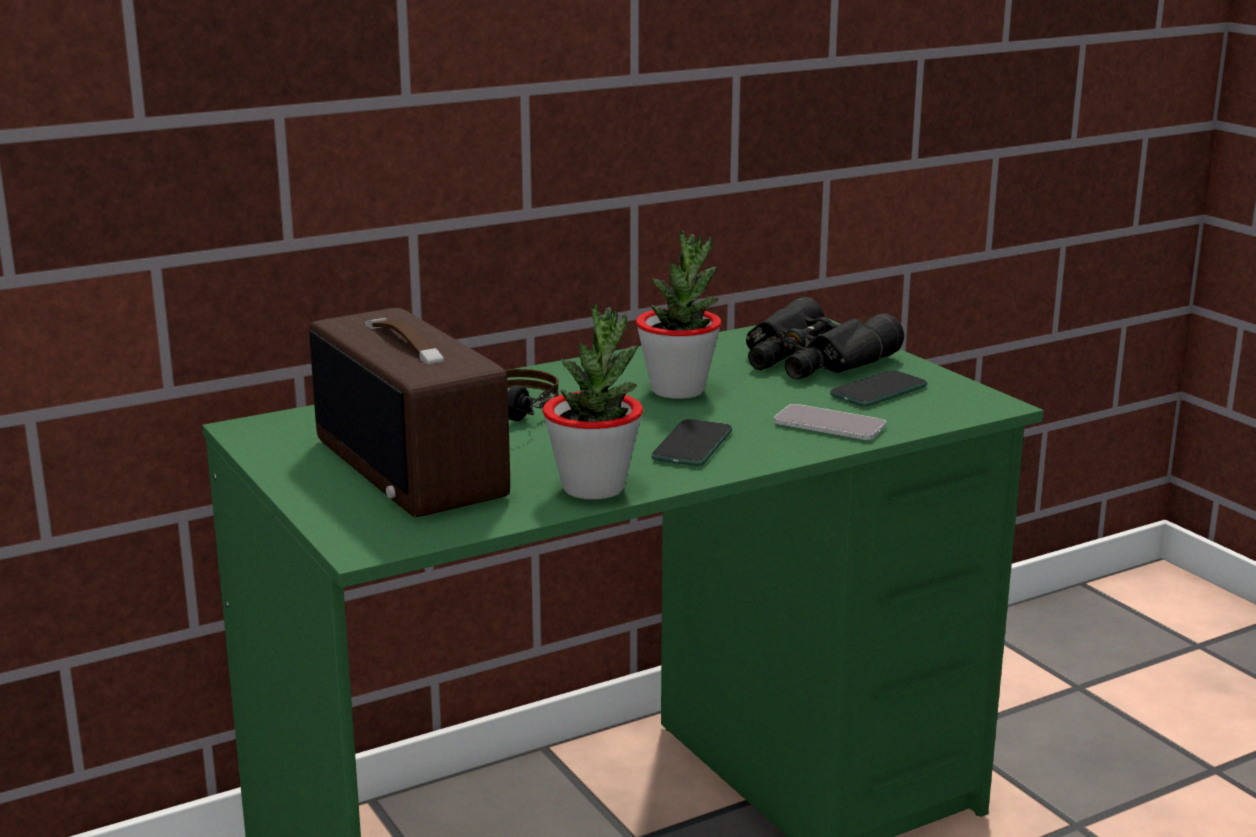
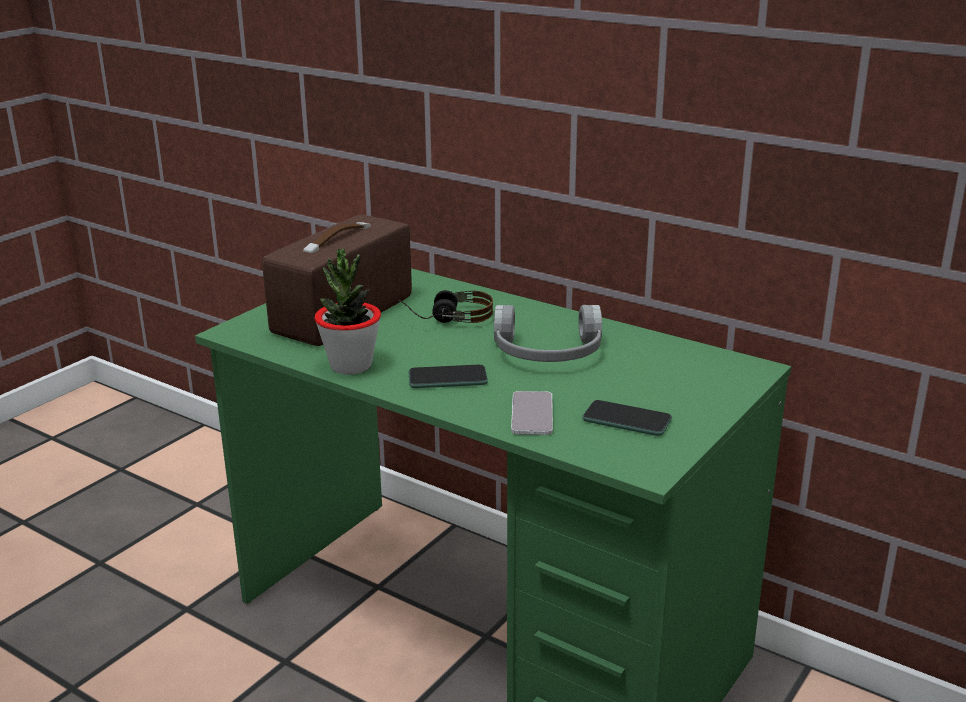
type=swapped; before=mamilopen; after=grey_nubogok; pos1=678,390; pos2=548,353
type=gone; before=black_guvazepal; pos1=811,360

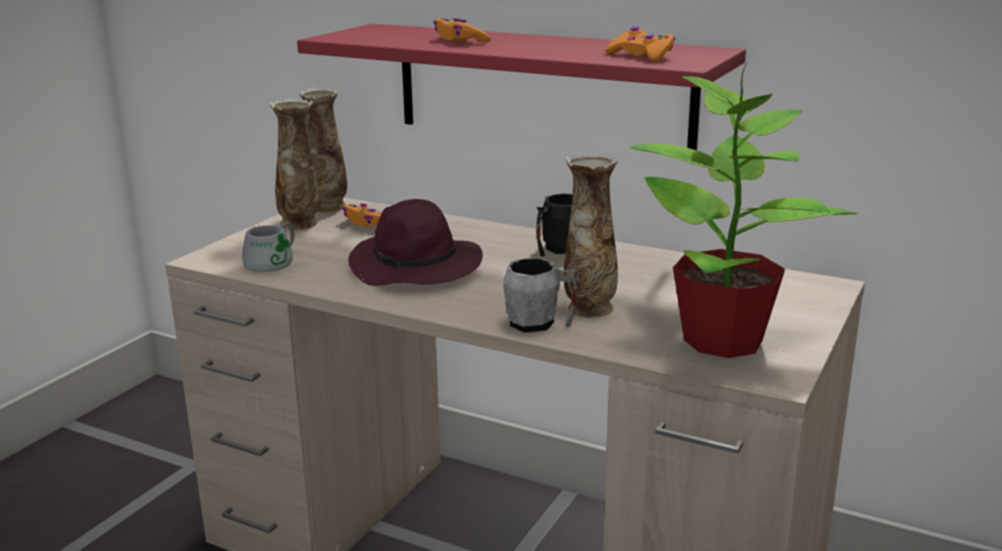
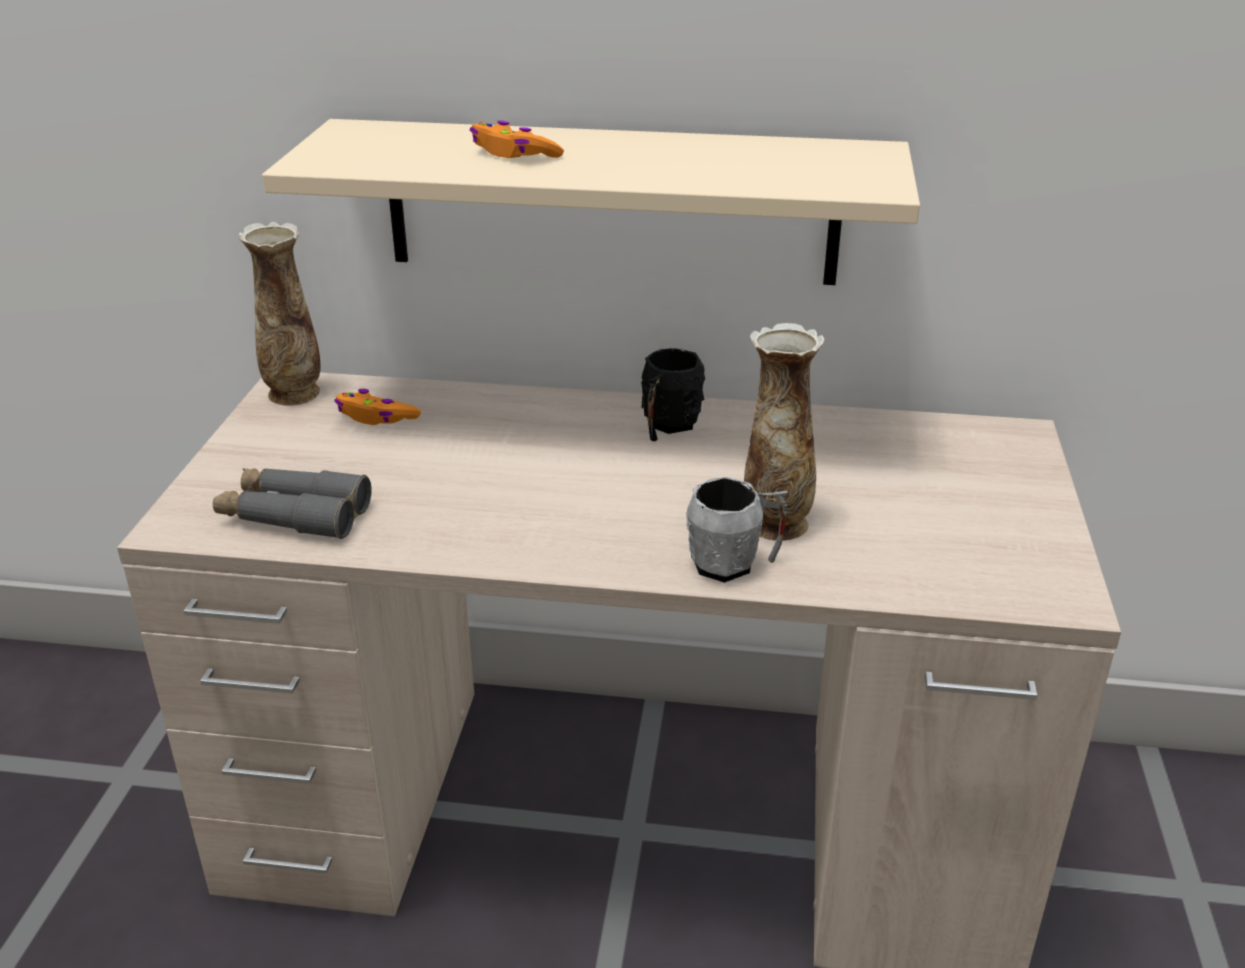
type=repainted; before=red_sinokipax; after=beige_sinokipax; pos1=541,88; pos2=611,202
type=gone; before=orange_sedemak; pos1=641,55
type=gone; before=mamilopen; pos1=725,341
type=gone; before=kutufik; pos1=300,224
type=gone; before=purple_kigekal; pos1=417,268
type=swapped; before=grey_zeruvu; after=grey_guvazepal; pos1=277,262; pos2=294,515

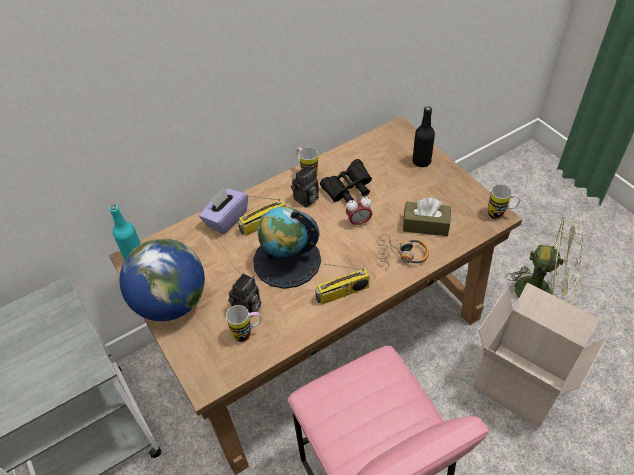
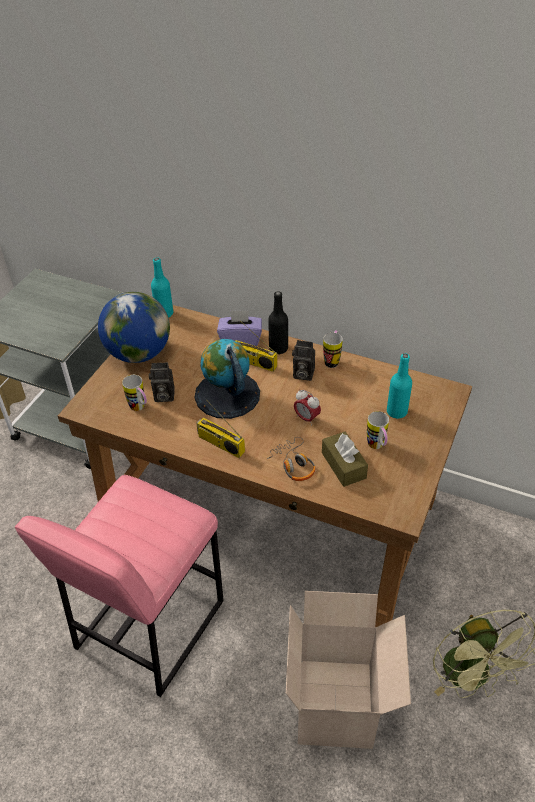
type=shifted; before=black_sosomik; pos1=421,161; pos2=278,348
type=gone; before=black_guvazepal; pos1=348,191
type=shifted; before=zeruvu; pos1=500,215; pos2=377,447
type=new; after=turquoise_sosomik; pos2=396,412

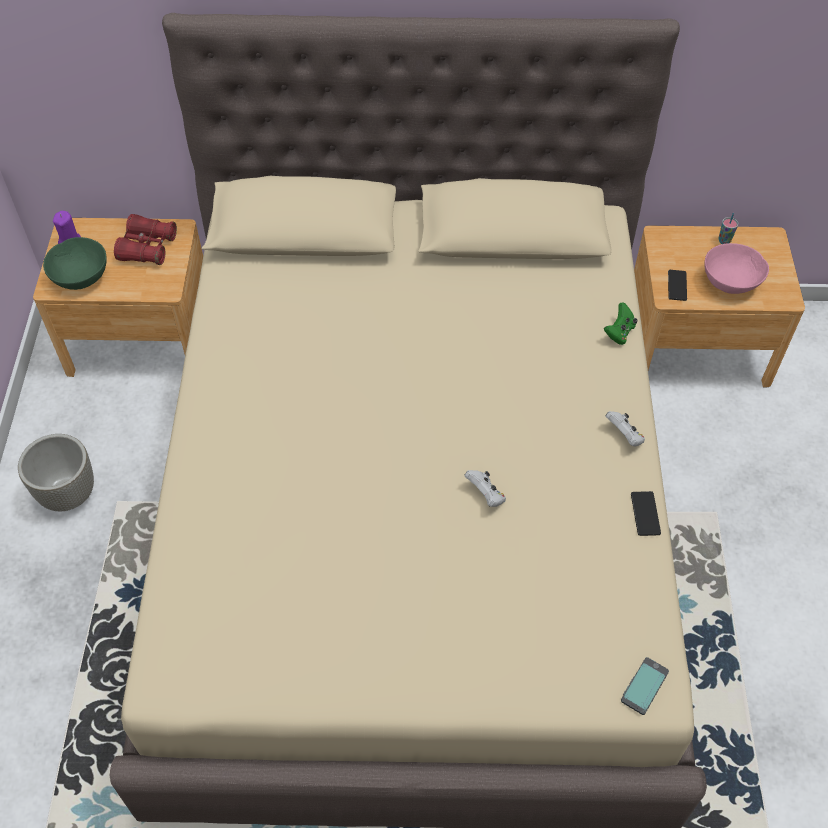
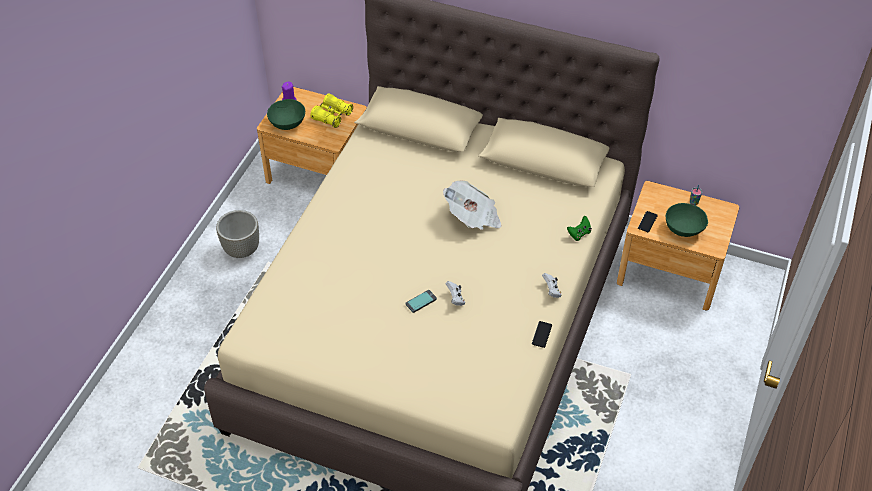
type=repainted; before=red_guvazepal; after=yellow_guvazepal; pos1=147,248; pos2=332,116
type=repainted; before=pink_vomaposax; after=green_vomaposax; pos1=730,282; pos2=683,229
type=shifted; before=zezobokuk; pos1=644,686; pos2=421,301
type=new; after=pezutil; pos2=473,217

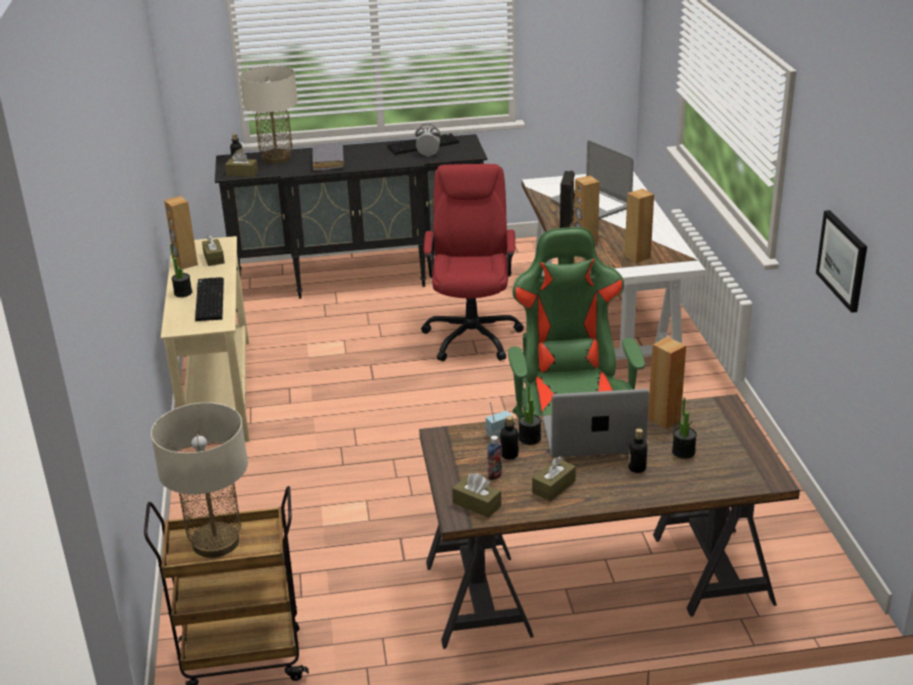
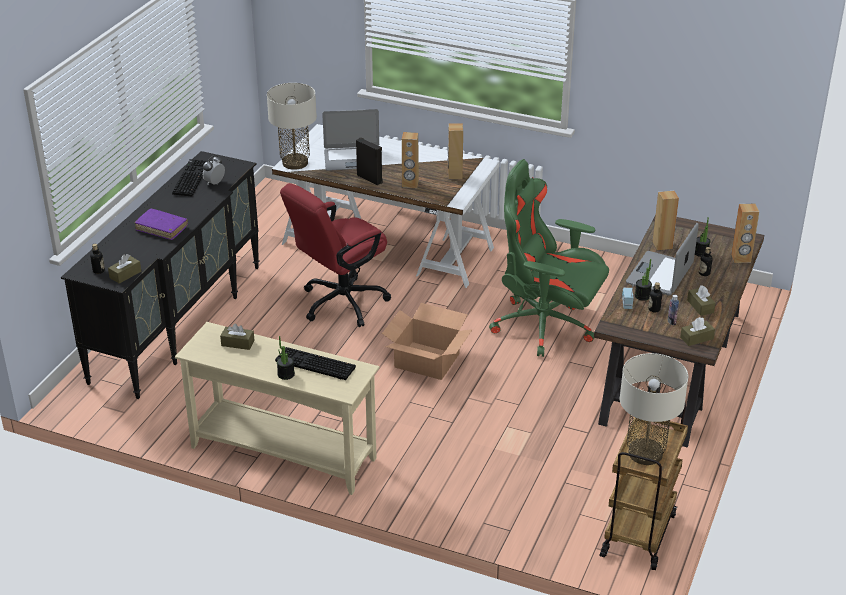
type=shifted; before=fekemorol; pos1=276,158; pos2=295,163
type=repainted; before=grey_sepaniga; after=purple_sepaniga; pos1=328,162; pos2=162,228
type=rotated; before=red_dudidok; pos1=472,336; pos2=340,305; turn=-75
type=shifted; before=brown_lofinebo; pos1=185,264; pos2=741,258
type=gone; before=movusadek; pos1=843,260
type=new; after=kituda; pos2=427,360

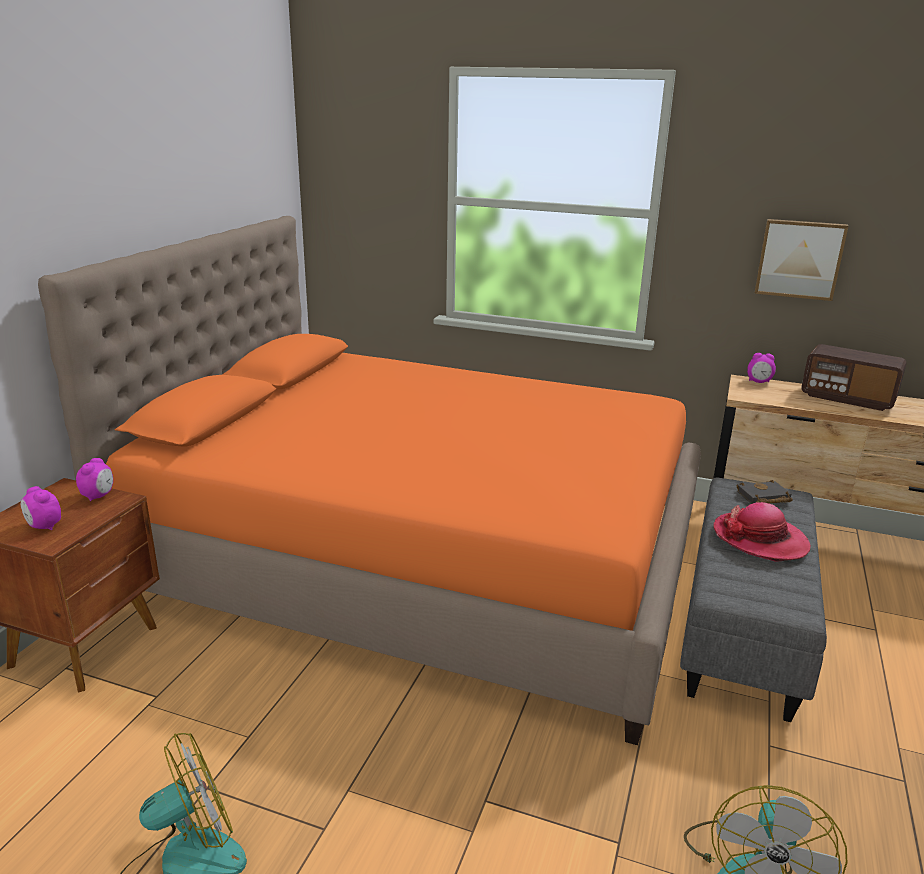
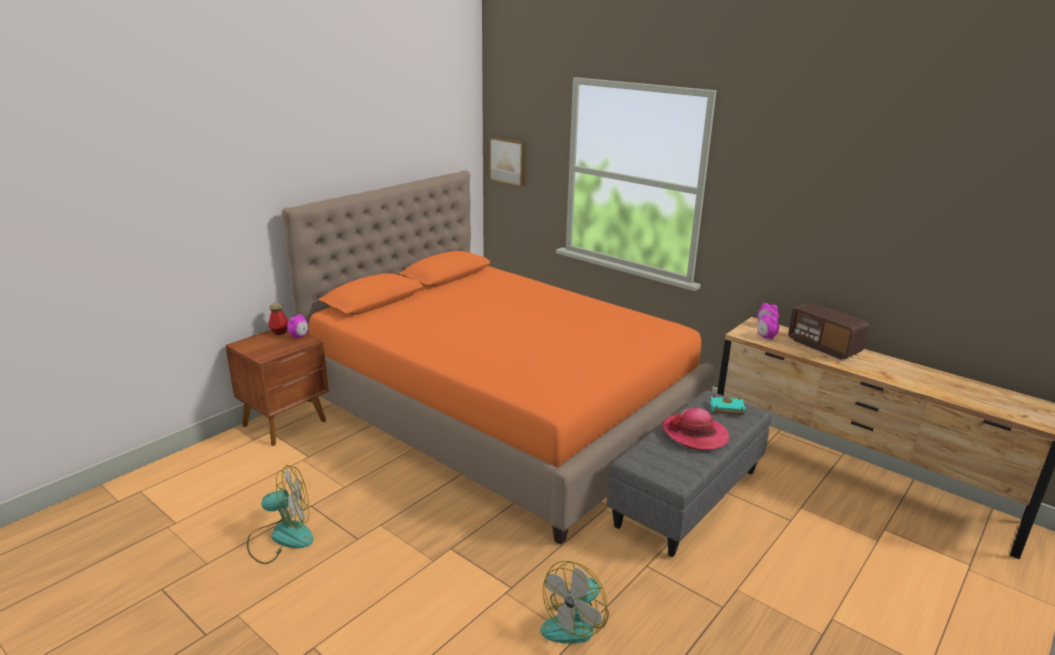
type=shifted; before=movusadek; pos1=799,259; pos2=508,161
type=repainted; before=black_sepaniga; after=turquoise_sepaniga; pos1=763,498; pos2=726,409
type=shifted; before=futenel; pos1=44,526; pos2=766,337
type=new; after=sosomik; pos2=279,332

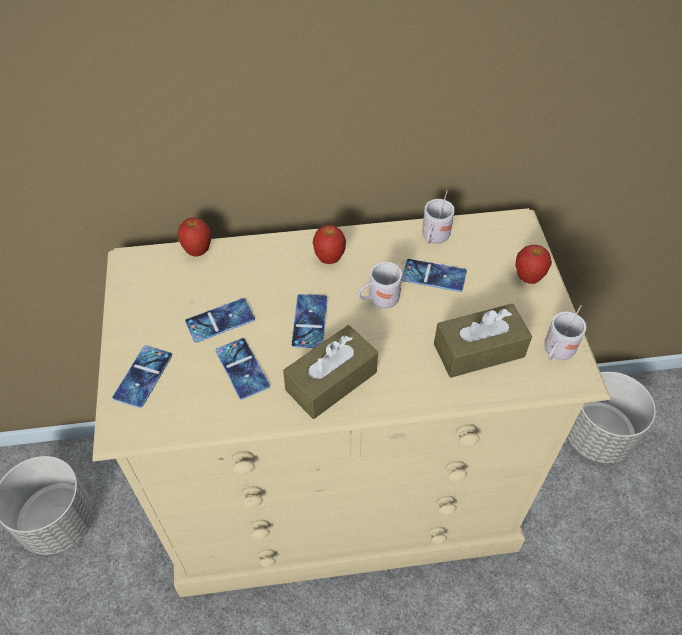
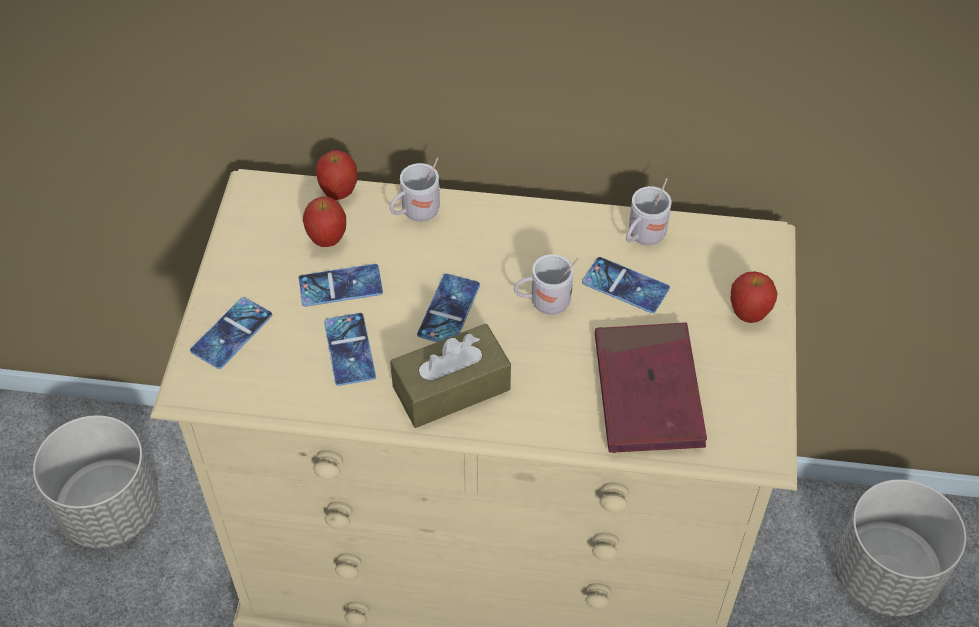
type=shifted; before=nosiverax; pos1=329,258; pos2=327,240
type=swapped; before=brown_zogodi; after=red_sepaniga; pos1=479,350; pos2=647,391
type=shifted; before=white_zeruvu; pos1=556,353; pos2=416,213

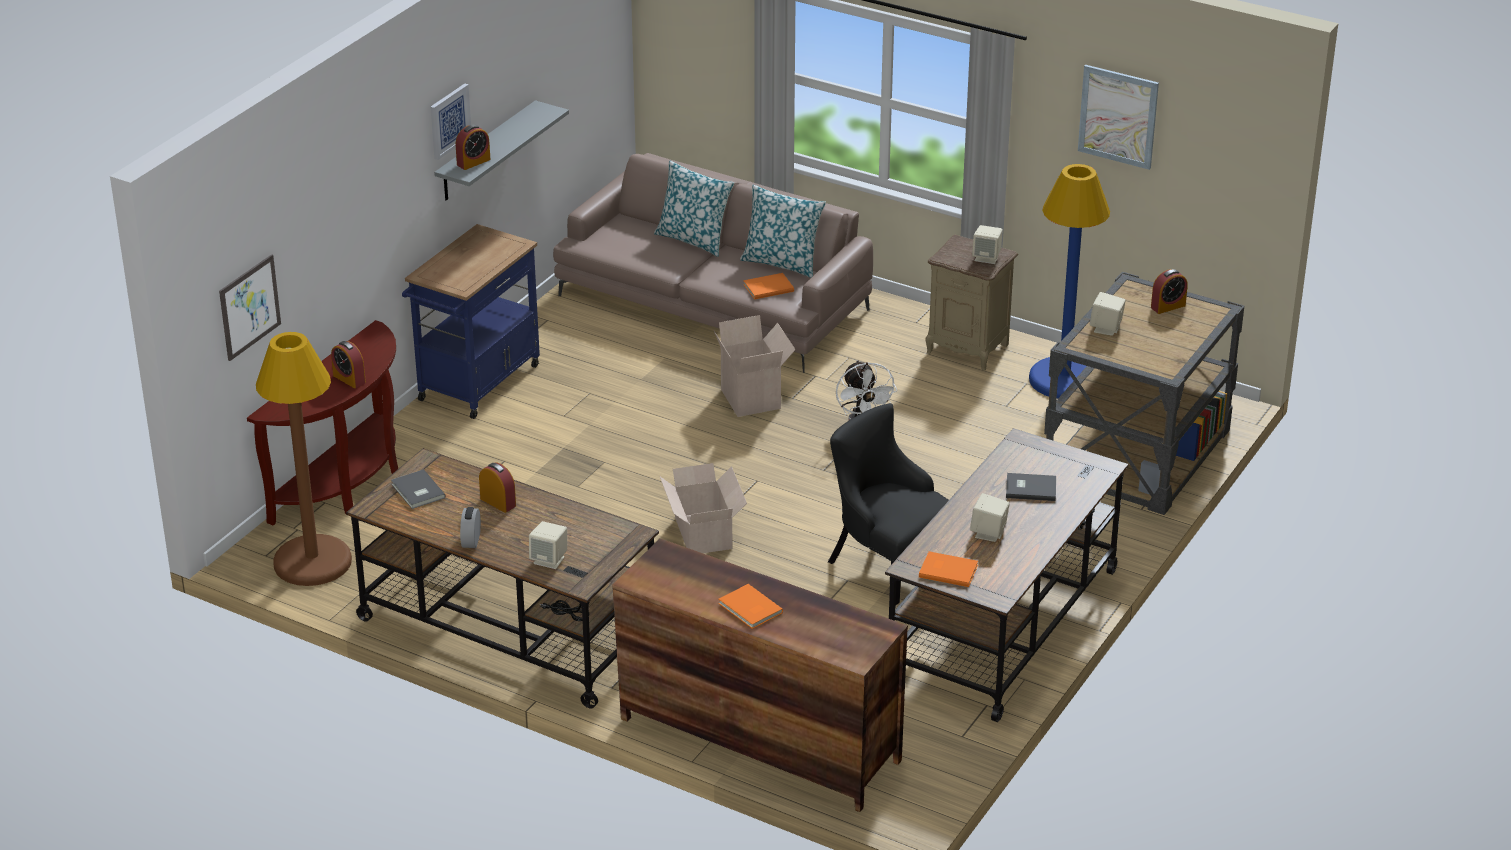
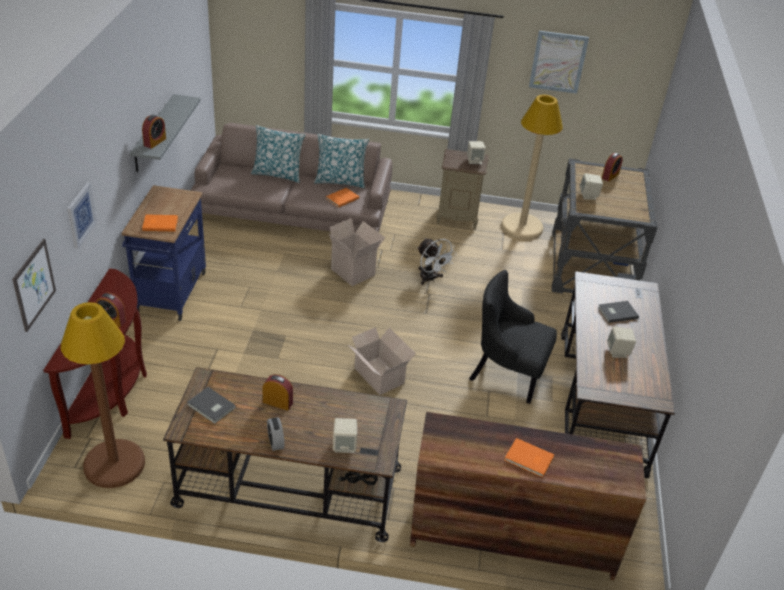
type=shifted; before=movusadek; pos1=449,121; pos2=80,215
type=repainted; before=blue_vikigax; after=beige_vikigax; pos1=1064,380; pos2=522,227
type=shifted; before=orange_sepaniga; pos1=947,570; pos2=160,223

